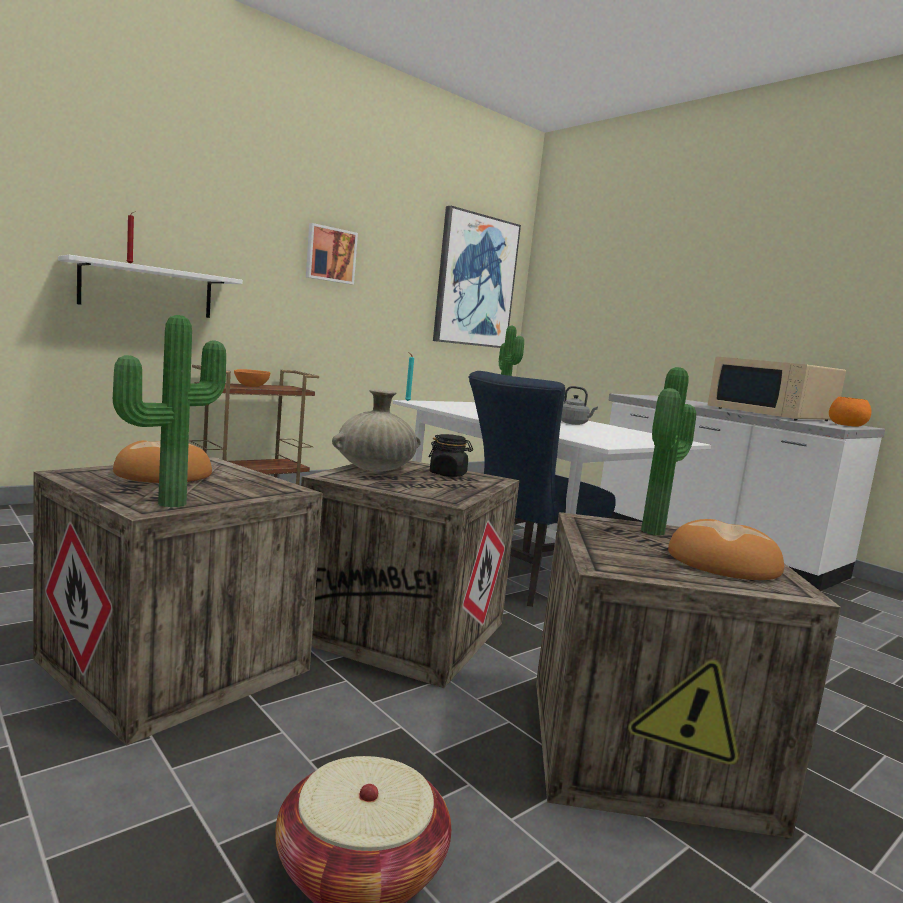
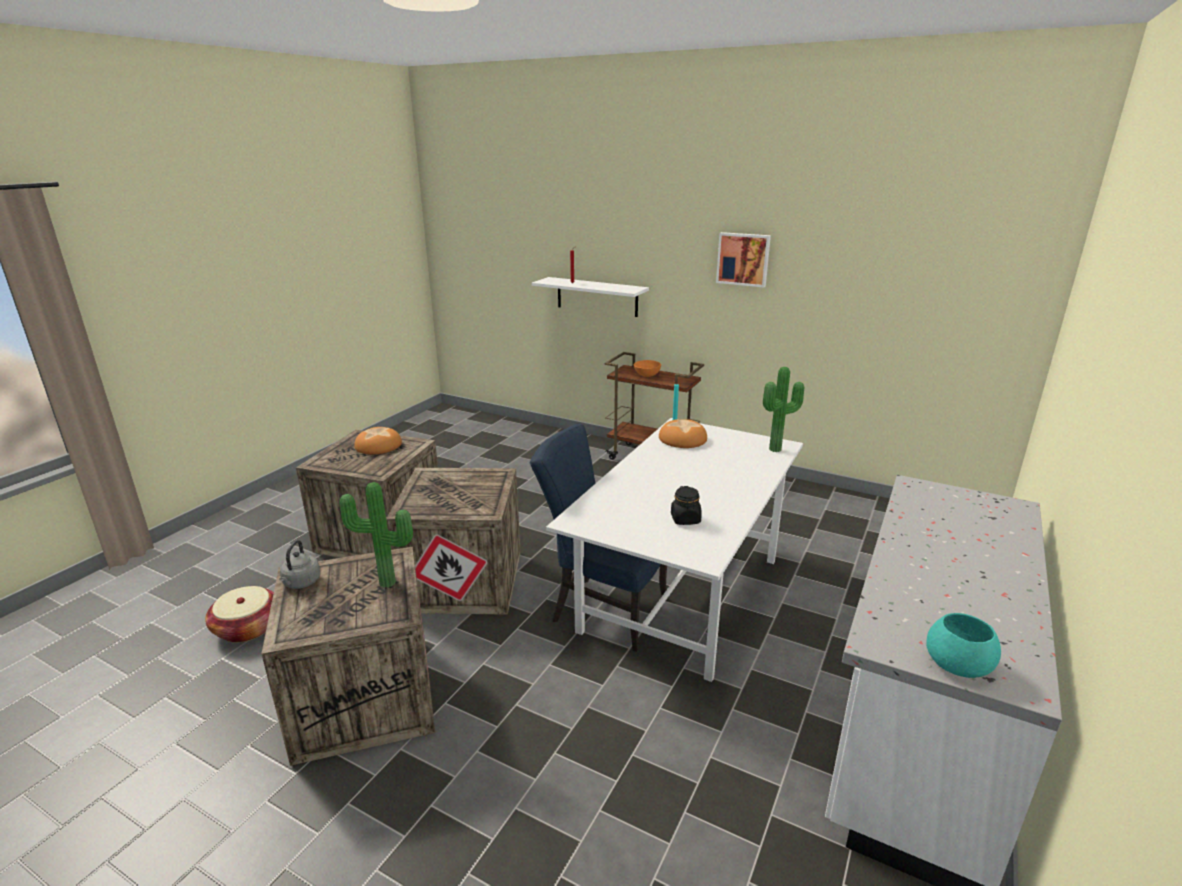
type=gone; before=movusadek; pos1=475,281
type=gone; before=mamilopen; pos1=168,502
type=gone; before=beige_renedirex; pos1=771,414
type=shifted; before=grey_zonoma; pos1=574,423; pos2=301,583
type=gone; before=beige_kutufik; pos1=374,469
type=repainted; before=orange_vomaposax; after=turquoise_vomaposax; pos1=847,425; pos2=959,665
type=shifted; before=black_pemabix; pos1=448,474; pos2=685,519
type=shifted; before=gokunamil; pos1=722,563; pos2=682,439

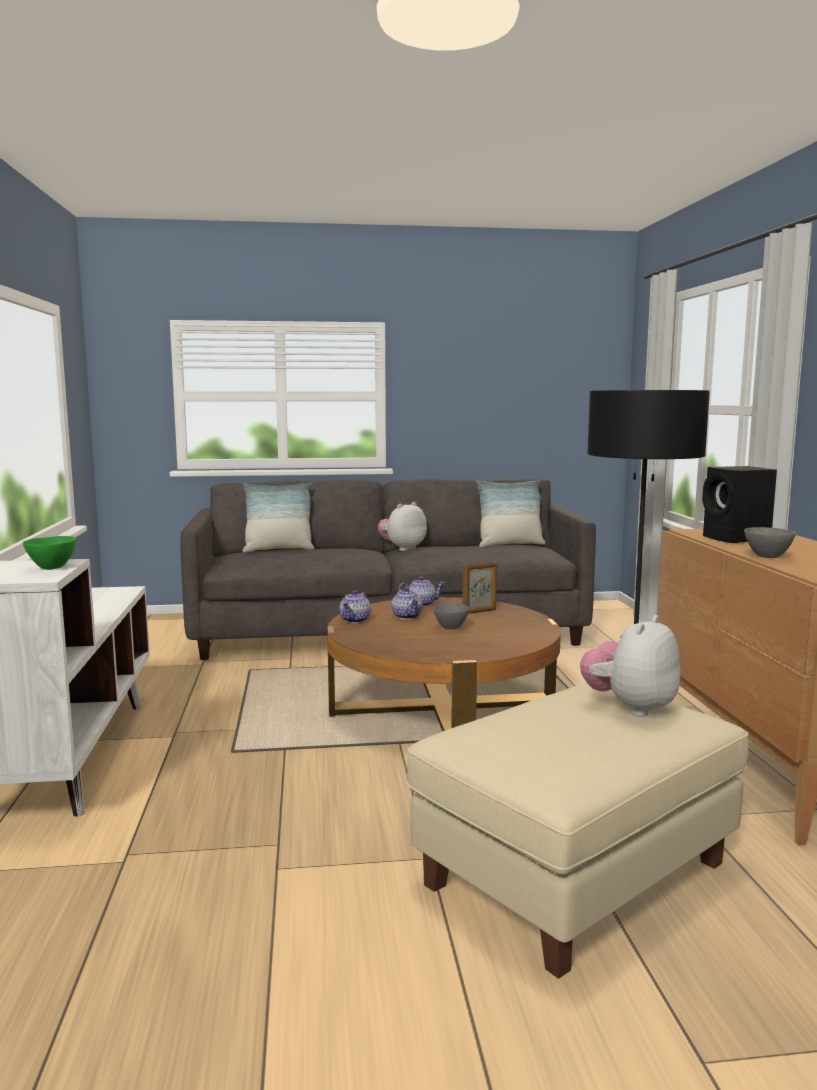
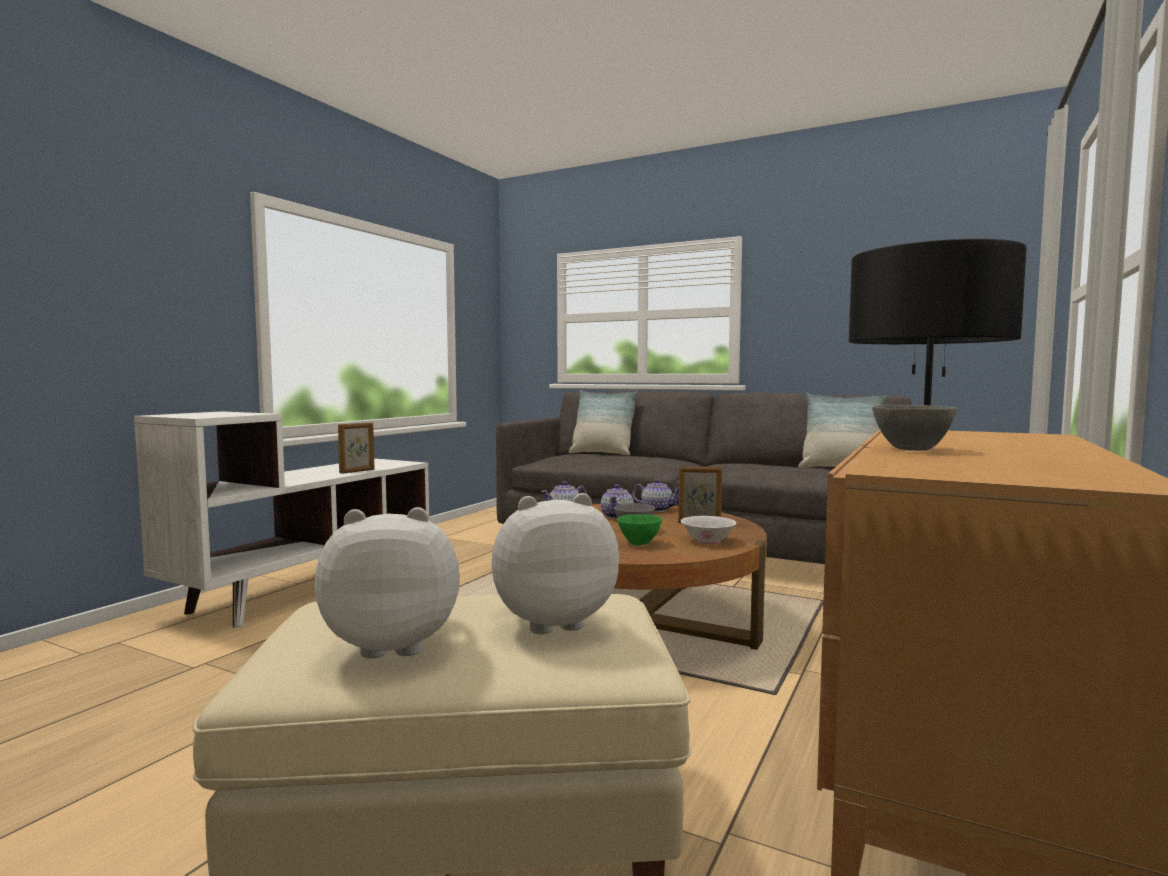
type=gone; before=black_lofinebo; pos1=736,539
type=shifted; before=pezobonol; pos1=402,548; pos2=393,645
type=shifted; before=green_vomaposax; pos1=52,567; pos2=639,543
type=new; after=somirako; pos2=357,471
type=new; after=white_vomaposax; pos2=708,541

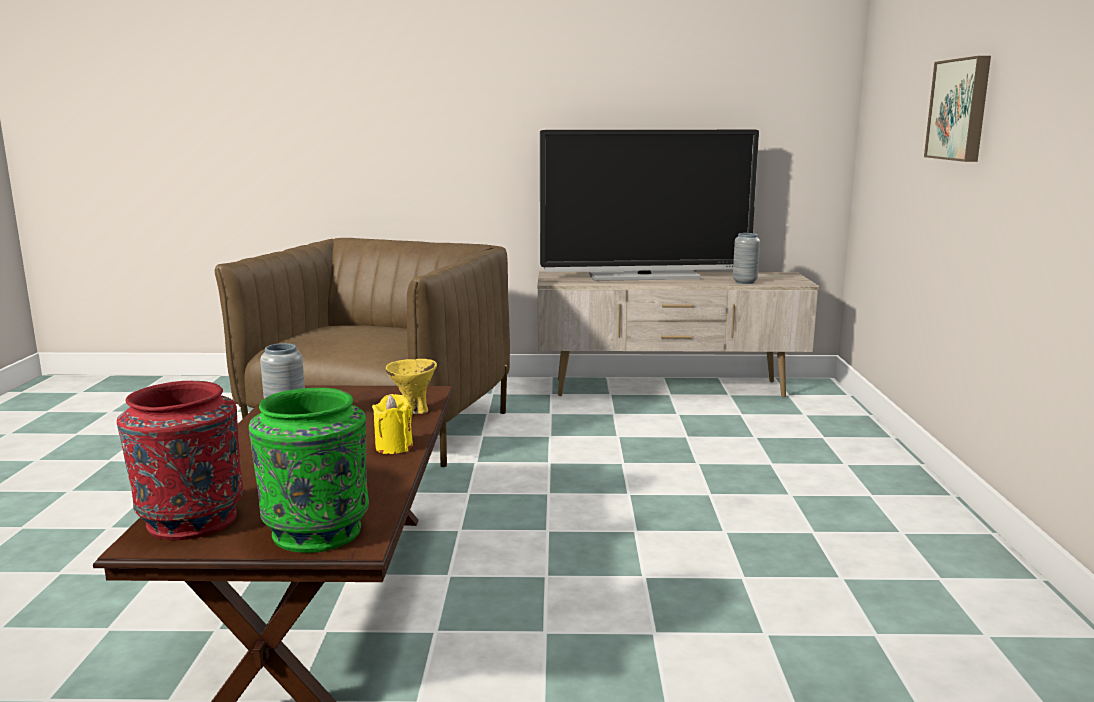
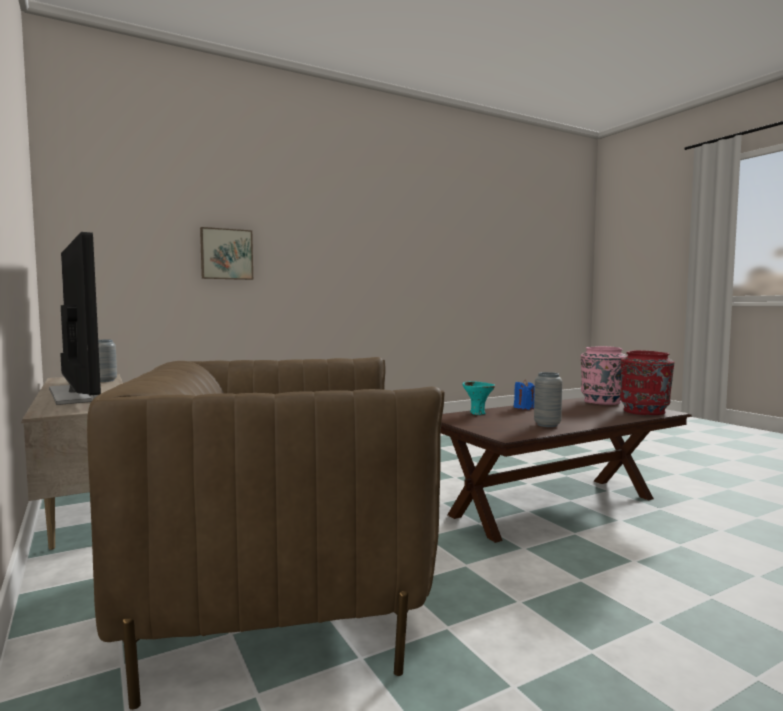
type=repainted; before=yellow_vomaposax; after=turquoise_vomaposax; pos1=414,411; pos2=477,413
type=repainted; before=green_kutufik; after=pink_kutufik; pos1=316,531; pos2=602,402
type=repainted; before=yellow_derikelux; after=blue_derikelux; pos1=394,447; pos2=524,408

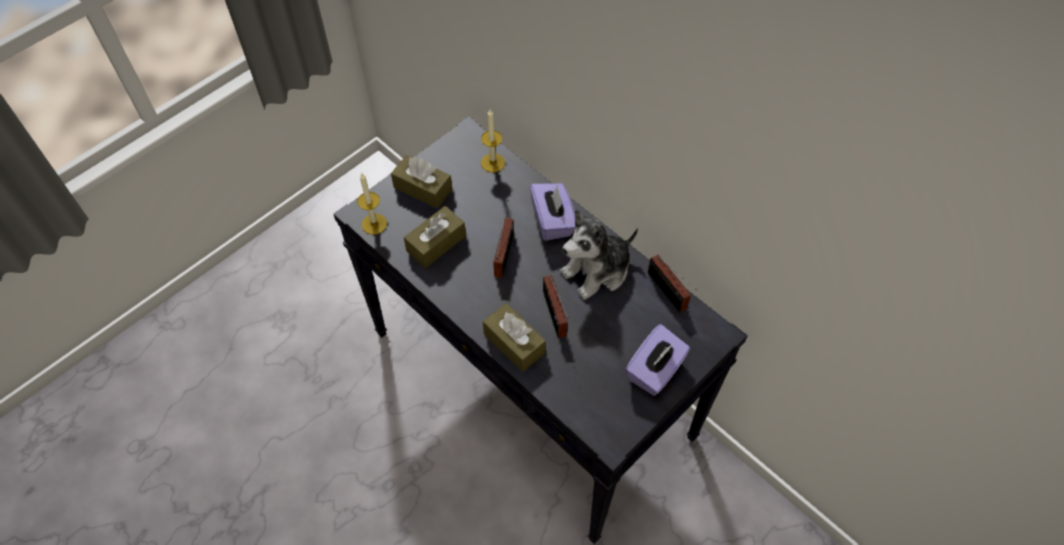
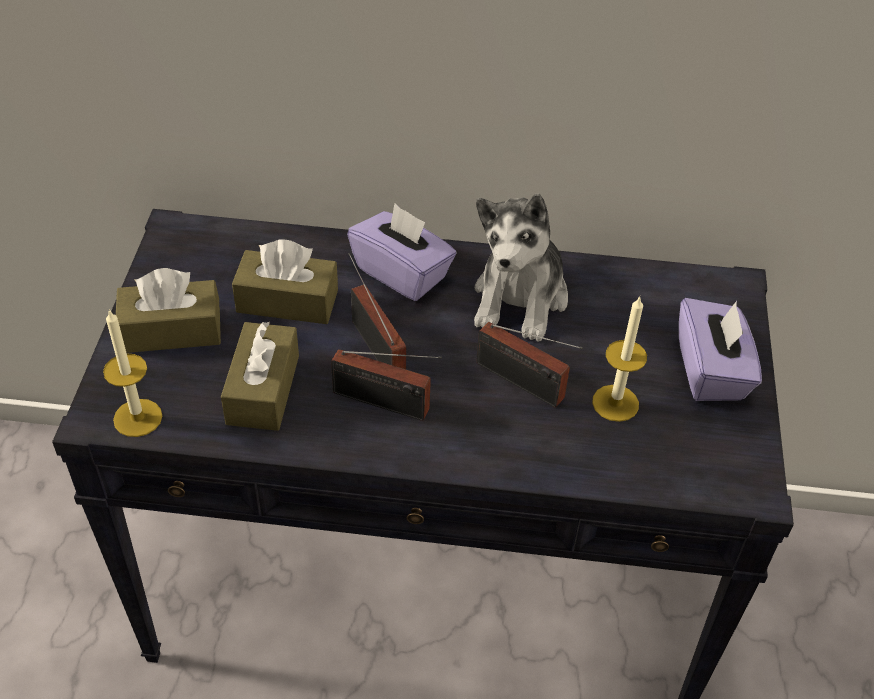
type=shifted; before=derikelux; pos1=492,163; pos2=615,403
type=shifted; before=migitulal; pos1=668,293; pos2=386,404
type=shifted; before=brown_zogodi; pos1=514,343; pos2=287,301

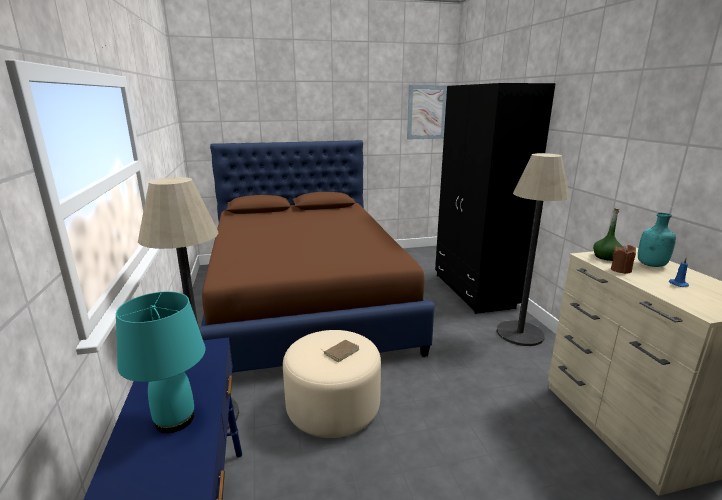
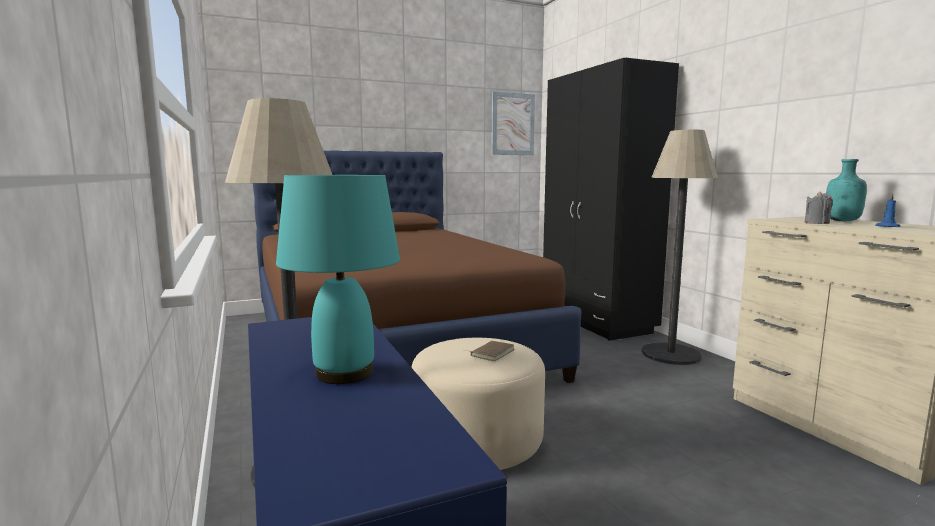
type=gone; before=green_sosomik; pos1=606,257
type=repainted; before=brown_derikelux; after=grey_derikelux; pos1=621,270; pos2=816,223

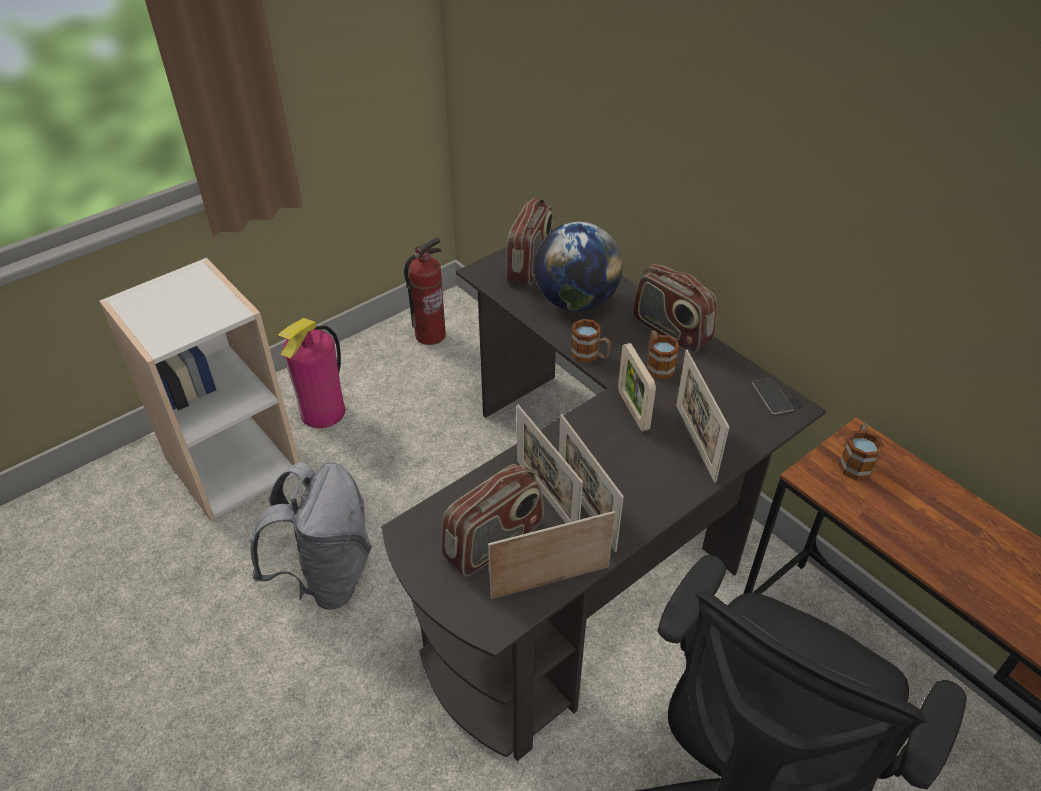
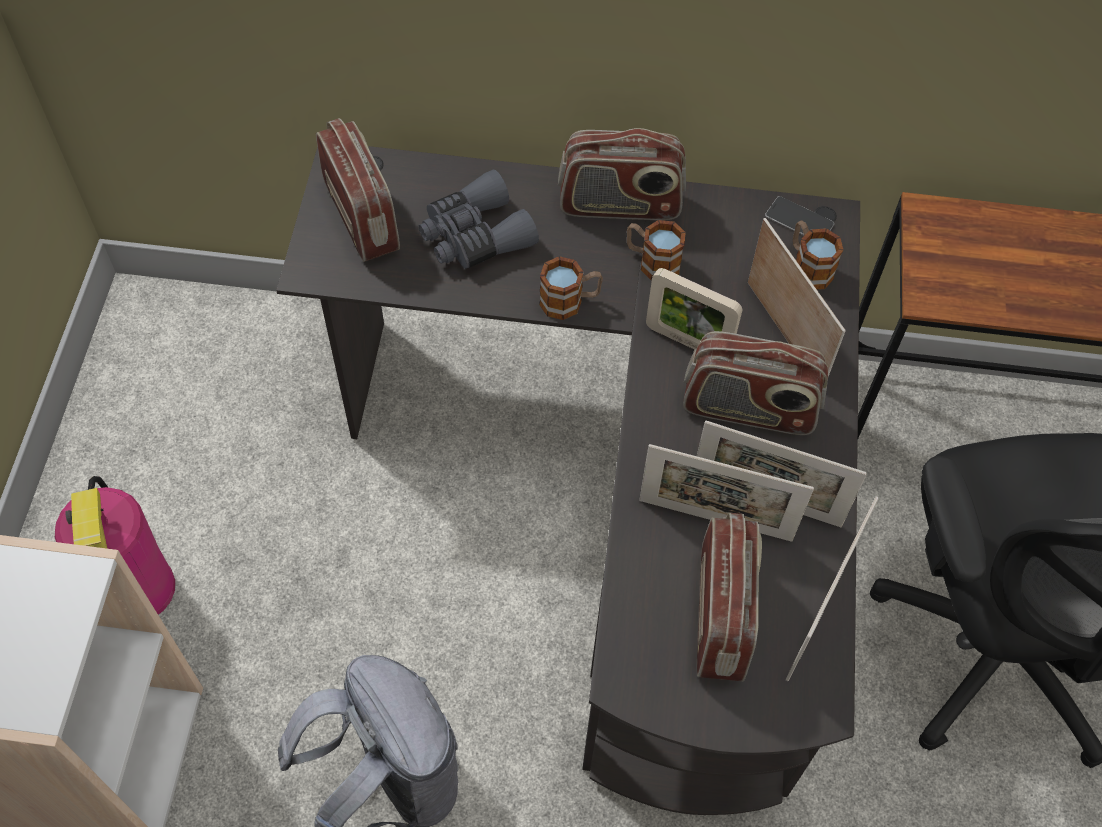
type=swapped; before=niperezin; after=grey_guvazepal; pos1=575,301; pos2=474,235
type=gone; before=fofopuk; pos1=430,335
type=rotated; before=somirako; pos1=695,442; pos2=784,335; turn=-150
type=shifted; before=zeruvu; pos1=855,462; pos2=807,266
type=new; after=migitulal; pos2=748,409

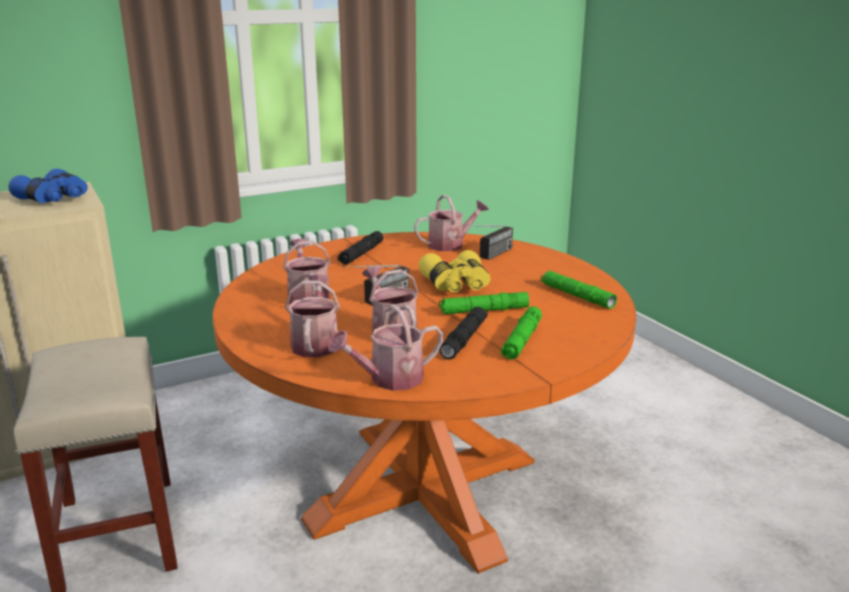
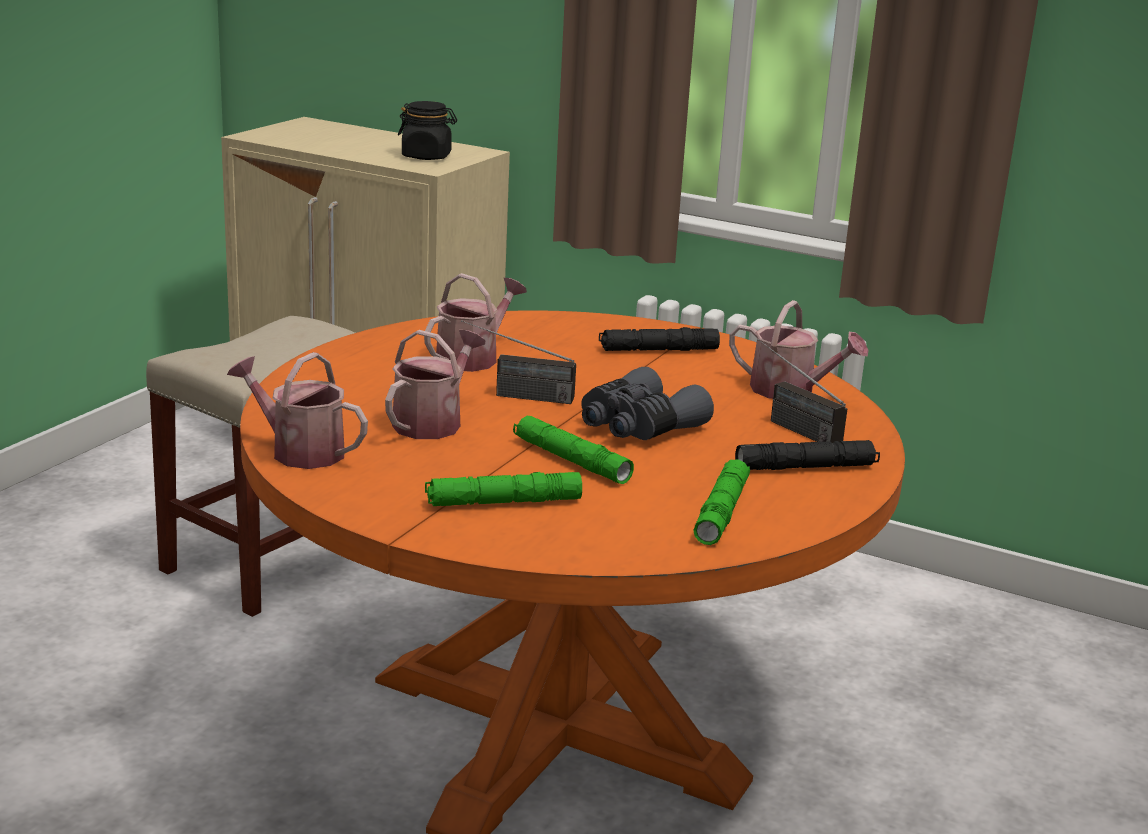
type=swapped; before=blue_guvazepal; after=black_pemabix; pos1=54,199; pos2=427,156
type=rotated; before=migitulal; pos1=490,256; pos2=788,425; turn=45
type=repainted; before=yellow_guvazepal; after=grey_guvazepal; pos1=456,285; pos2=638,426
type=gone; before=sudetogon; pos1=315,342
type=shifted; before=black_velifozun; pos1=464,339; pos2=806,467

